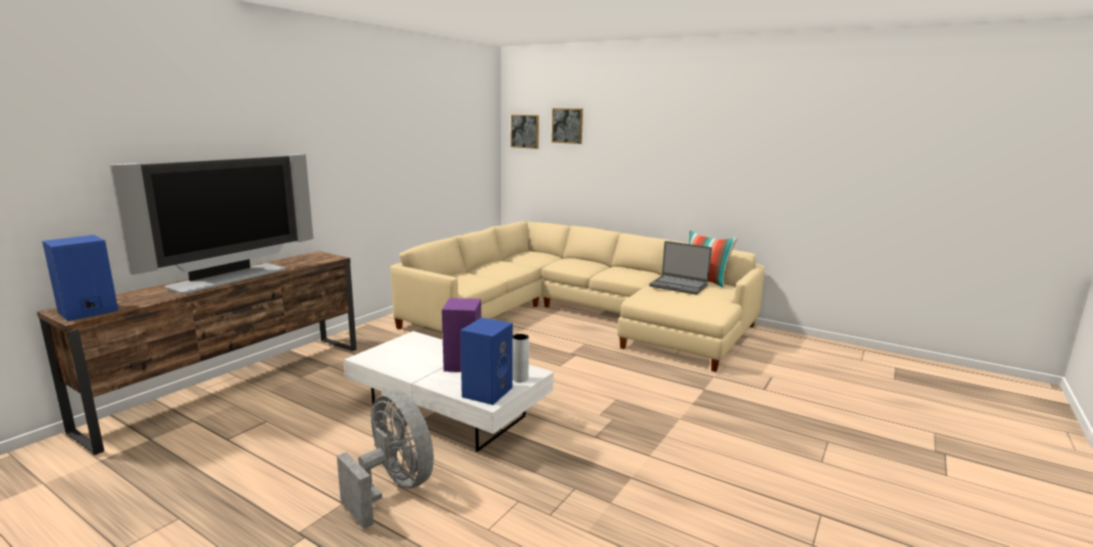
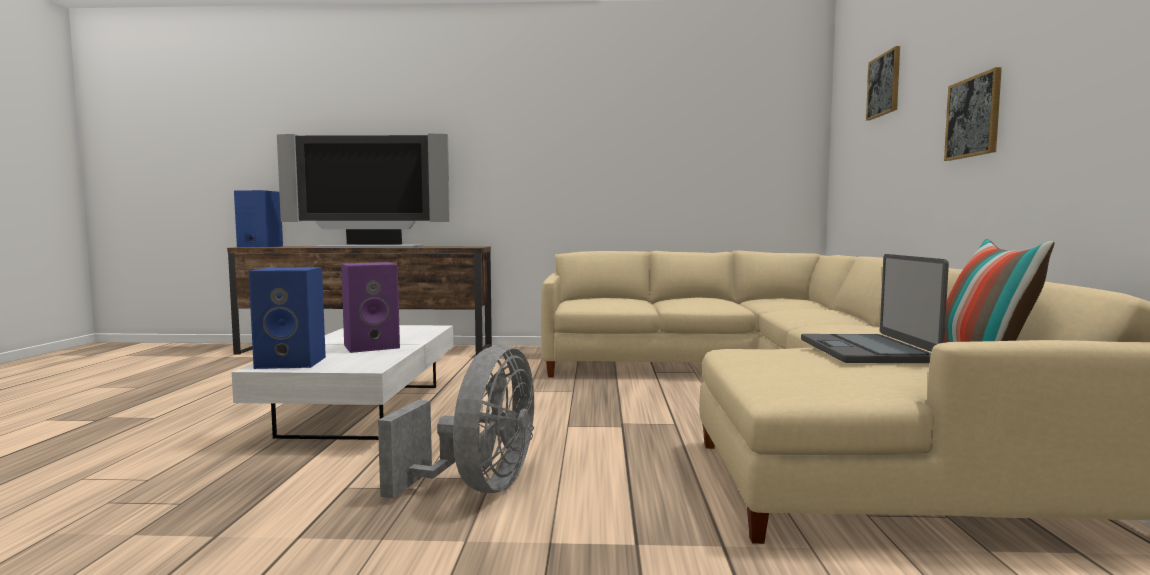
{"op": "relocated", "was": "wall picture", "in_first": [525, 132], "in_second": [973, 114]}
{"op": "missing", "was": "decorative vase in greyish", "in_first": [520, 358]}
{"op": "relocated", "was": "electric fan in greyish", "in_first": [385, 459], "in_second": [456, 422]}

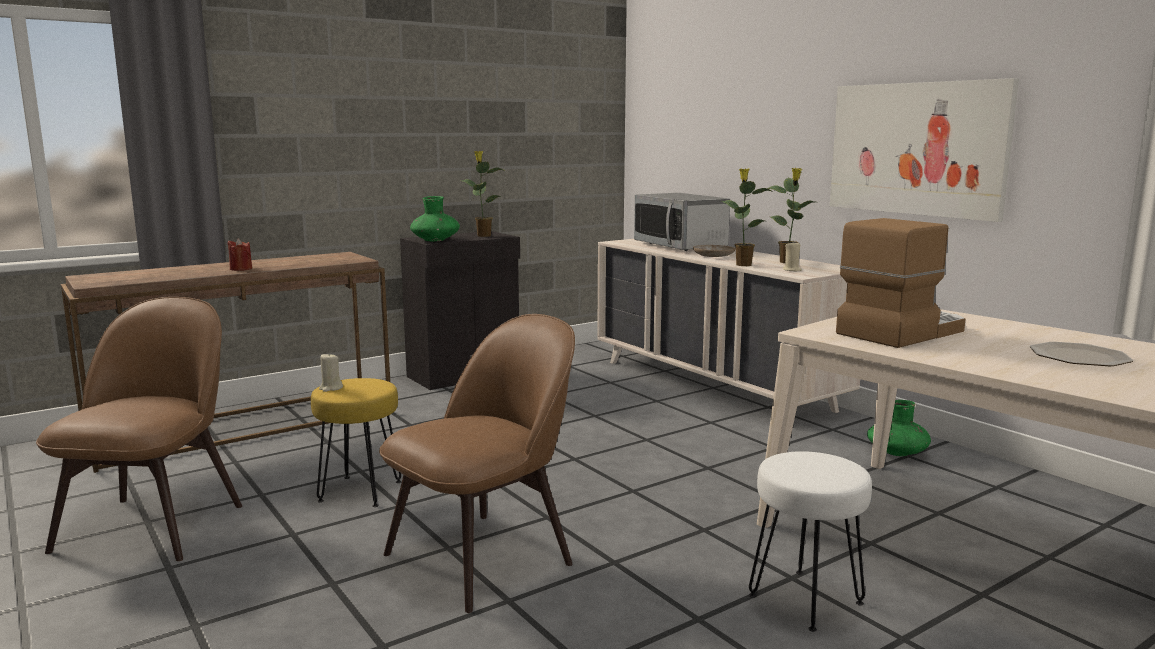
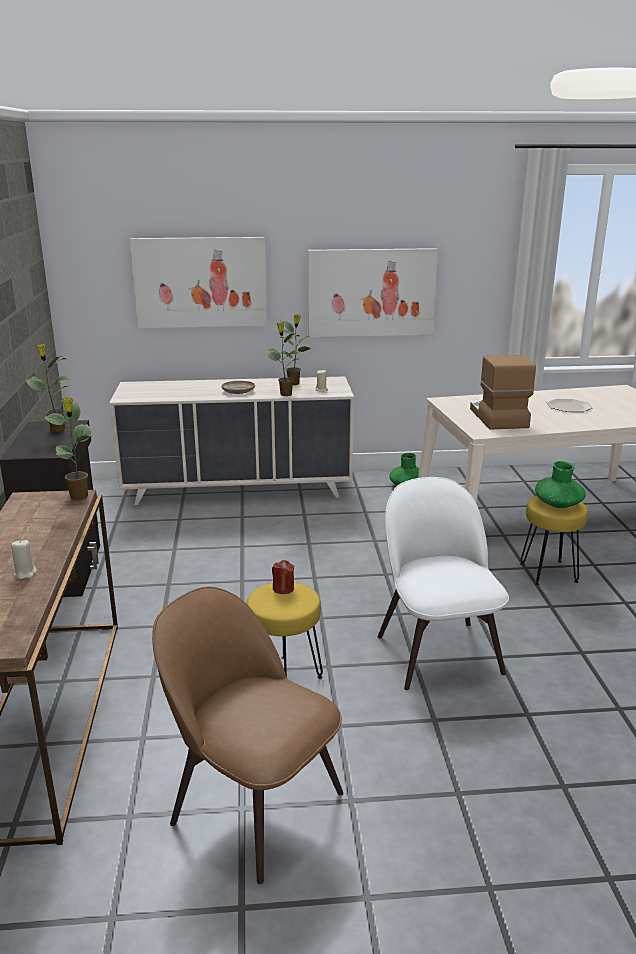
{"op": "missing", "was": "microwave oven", "in_first": [682, 222]}
{"op": "relocated", "was": "decorative vase in green-coloured", "in_first": [435, 218], "in_second": [560, 484]}
{"op": "relocated", "was": "wax candle in red", "in_first": [240, 254], "in_second": [283, 577]}
{"op": "colour", "was": "chair in brown-coloured", "now": "chair in white", "in_first": [477, 463], "in_second": [443, 583]}
{"op": "relocated", "was": "wax candle in beige-coloured", "in_first": [331, 373], "in_second": [24, 559]}
{"op": "colour", "was": "sitting stool in white", "now": "sitting stool in yellow-coloured", "in_first": [810, 541], "in_second": [554, 540]}
{"op": "appeared", "now": "wall picture", "in_second": [198, 282]}
{"op": "appeared", "now": "plant in a pot", "in_second": [68, 448]}

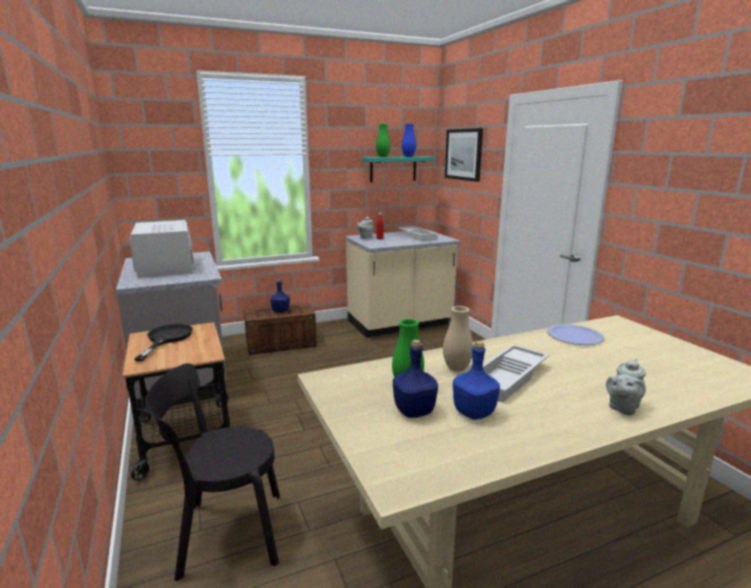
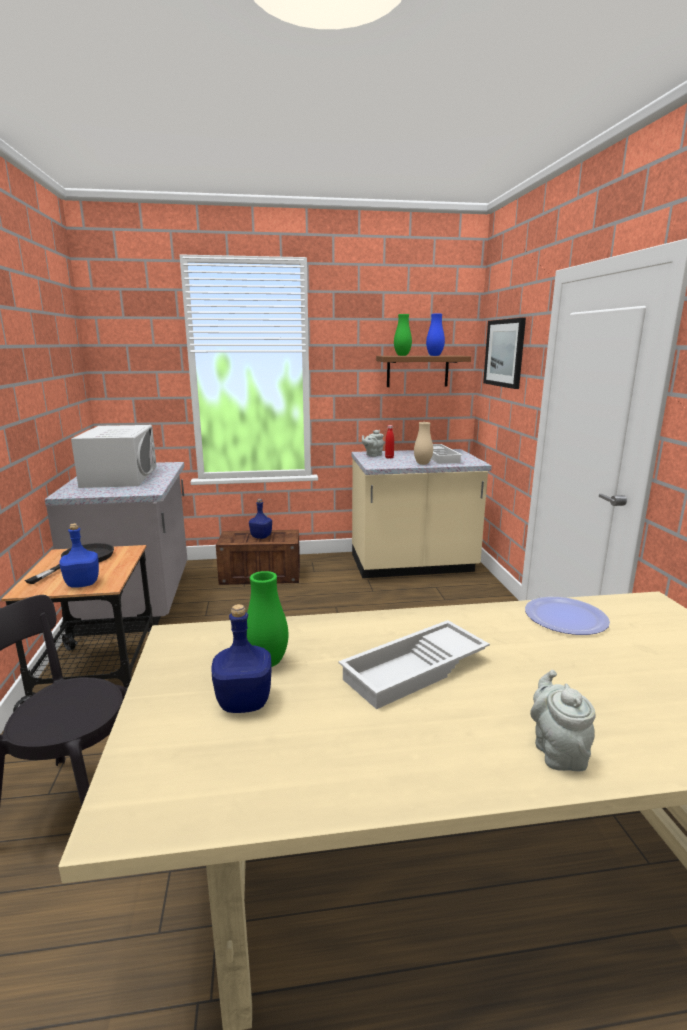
{"op": "colour", "was": "wall shelf in turquoise", "now": "wall shelf in brown-coloured", "in_first": [399, 169], "in_second": [423, 371]}
{"op": "relocated", "was": "decorative vase in beige-coloured", "in_first": [458, 339], "in_second": [423, 443]}
{"op": "relocated", "was": "drink bottle in blue", "in_first": [476, 380], "in_second": [79, 555]}
{"op": "spun", "was": "tea pot in greyish", "in_first": [626, 386], "in_second": [563, 721], "clockwise": 120}

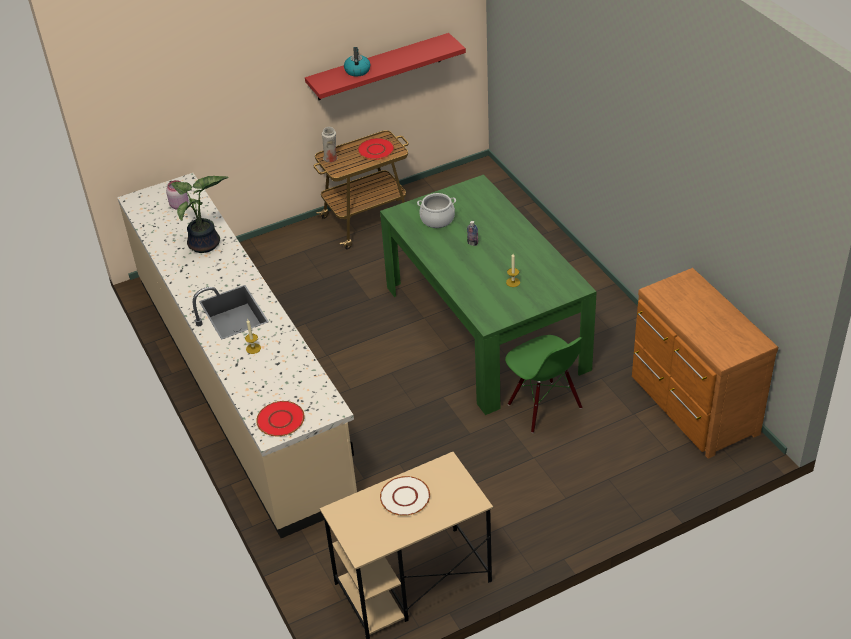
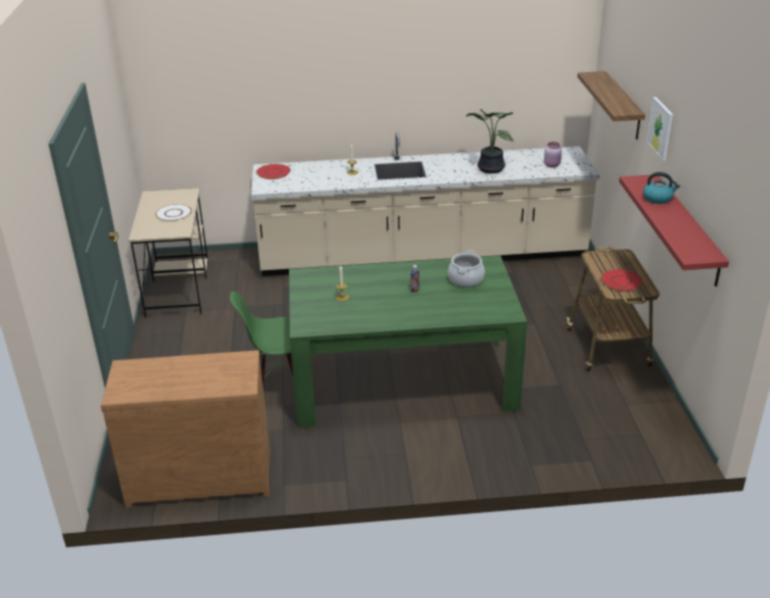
{"op": "missing", "was": "decorative vase in white", "in_first": [330, 144]}
{"op": "appeared", "now": "wall shelf", "in_second": [611, 105]}
{"op": "appeared", "now": "wall picture", "in_second": [659, 129]}

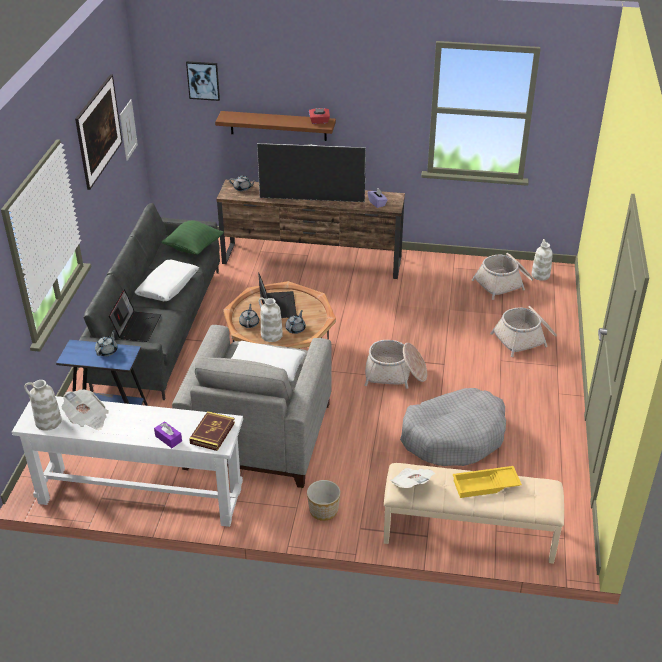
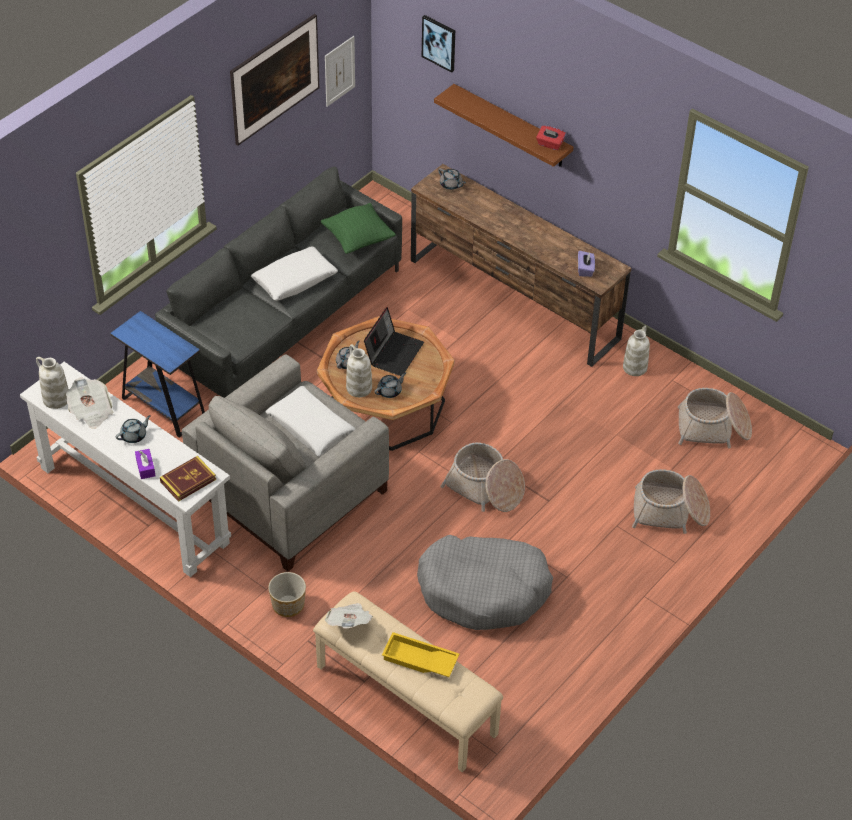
{"op": "missing", "was": "TV set", "in_first": [311, 172]}
{"op": "relocated", "was": "decorative vase in white", "in_first": [542, 260], "in_second": [636, 351]}
{"op": "missing", "was": "portable computer", "in_first": [135, 315]}
{"op": "relocated", "was": "tea pot in greyish", "in_first": [106, 343], "in_second": [133, 429]}

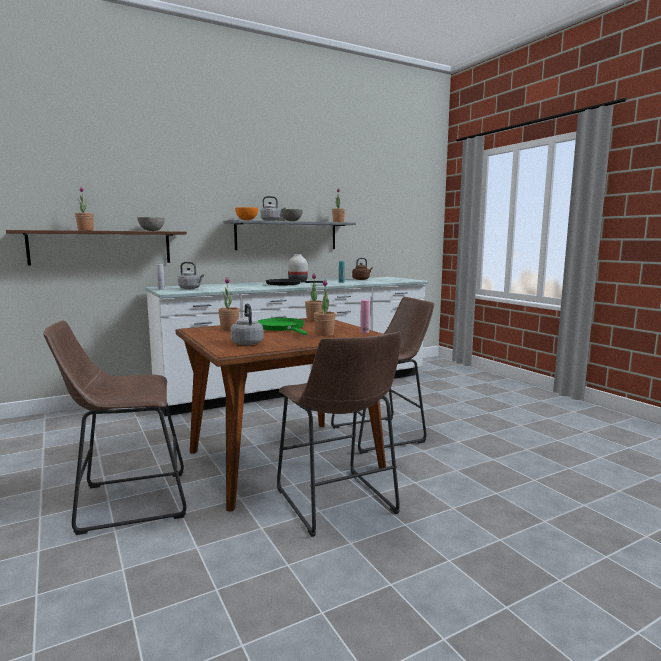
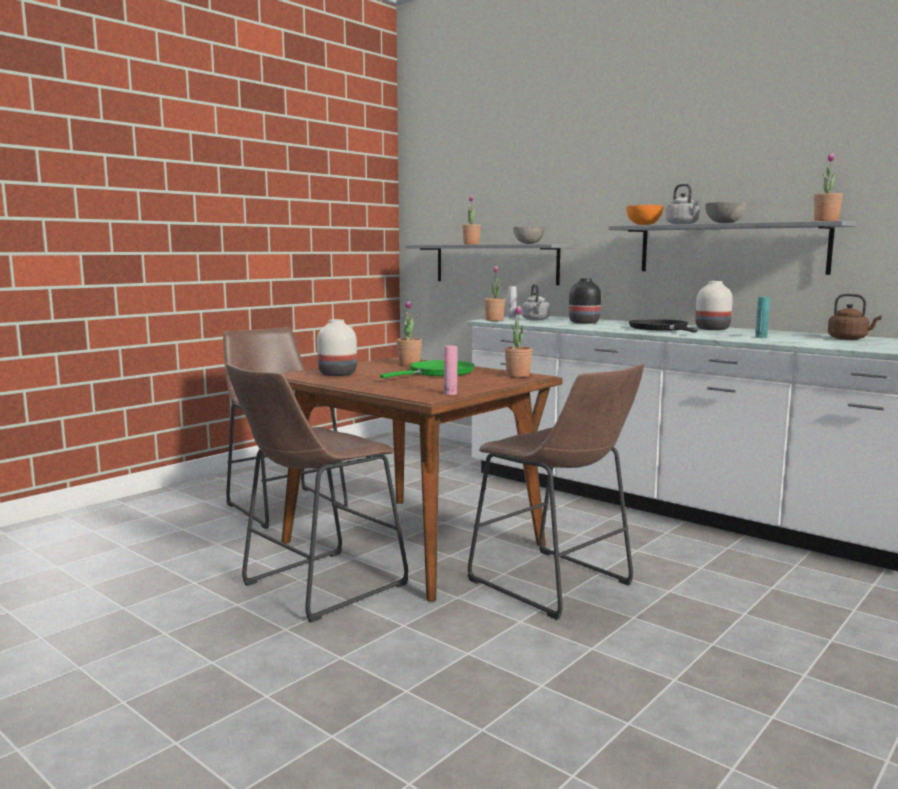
{"op": "colour", "was": "wall shelf in brown-coloured", "now": "wall shelf in greyish", "in_first": [96, 248], "in_second": [489, 264]}
{"op": "relocated", "was": "plant in a pot", "in_first": [325, 308], "in_second": [494, 293]}
{"op": "exchanged", "was": "tea kettle in greyish", "now": "decorative vase in white", "in_first": [247, 324], "in_second": [337, 347]}
{"op": "appeared", "now": "decorative vase in blackish", "in_second": [585, 301]}

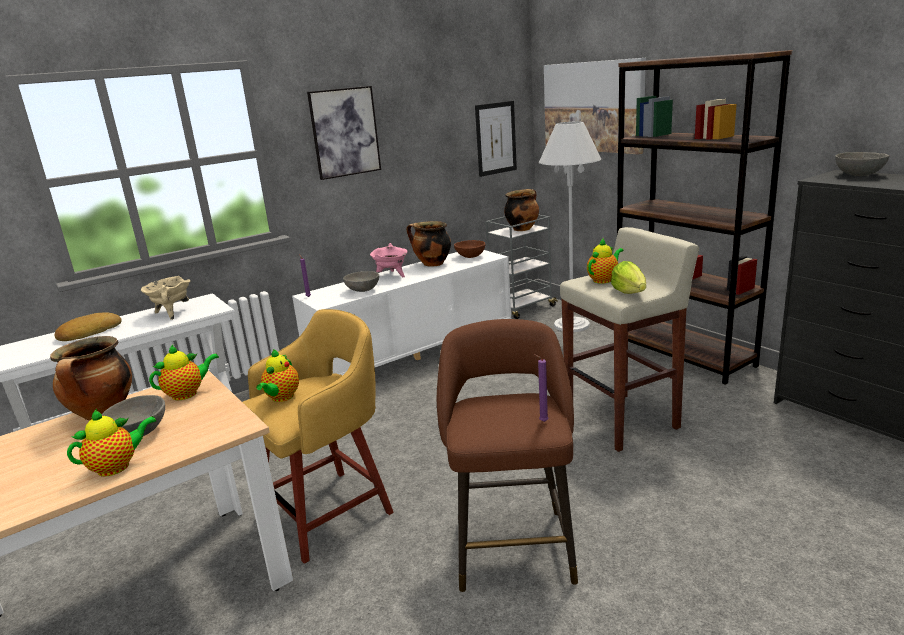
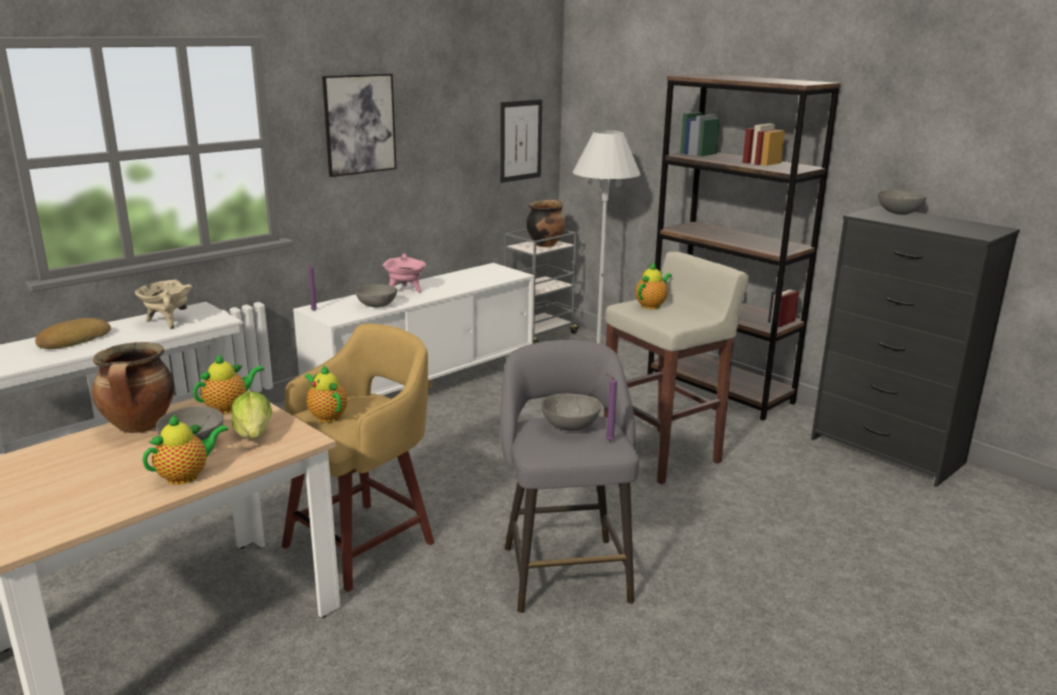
{"op": "missing", "was": "wall picture", "in_first": [595, 106]}
{"op": "missing", "was": "saucepot", "in_first": [428, 244]}
{"op": "missing", "was": "serving bowl in brown-coloured", "in_first": [469, 249]}
{"op": "relocated", "was": "lettuce", "in_first": [628, 277], "in_second": [251, 415]}
{"op": "colour", "was": "sitting stool in brown-coloured", "now": "sitting stool in greyish", "in_first": [507, 456], "in_second": [569, 477]}
{"op": "spun", "was": "tea pot", "in_first": [277, 375], "in_second": [326, 393], "clockwise": 135}
{"op": "appeared", "now": "serving bowl in greyish", "in_second": [571, 412]}

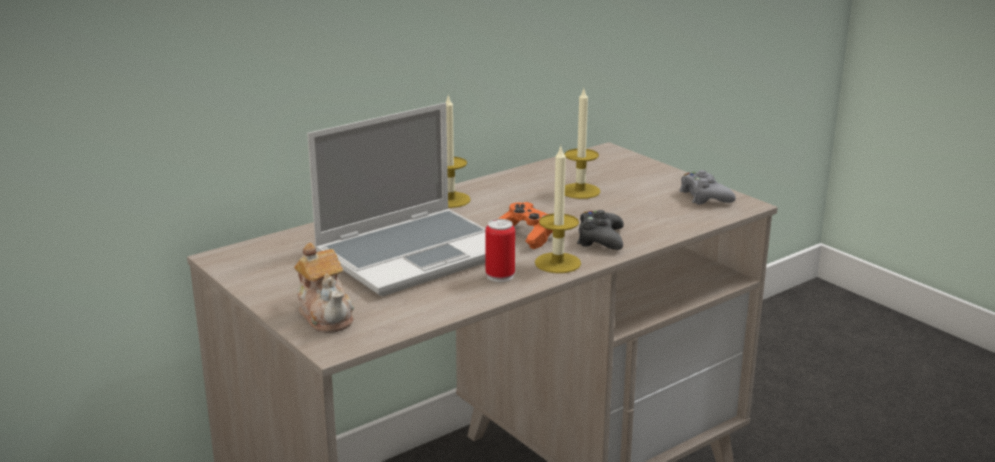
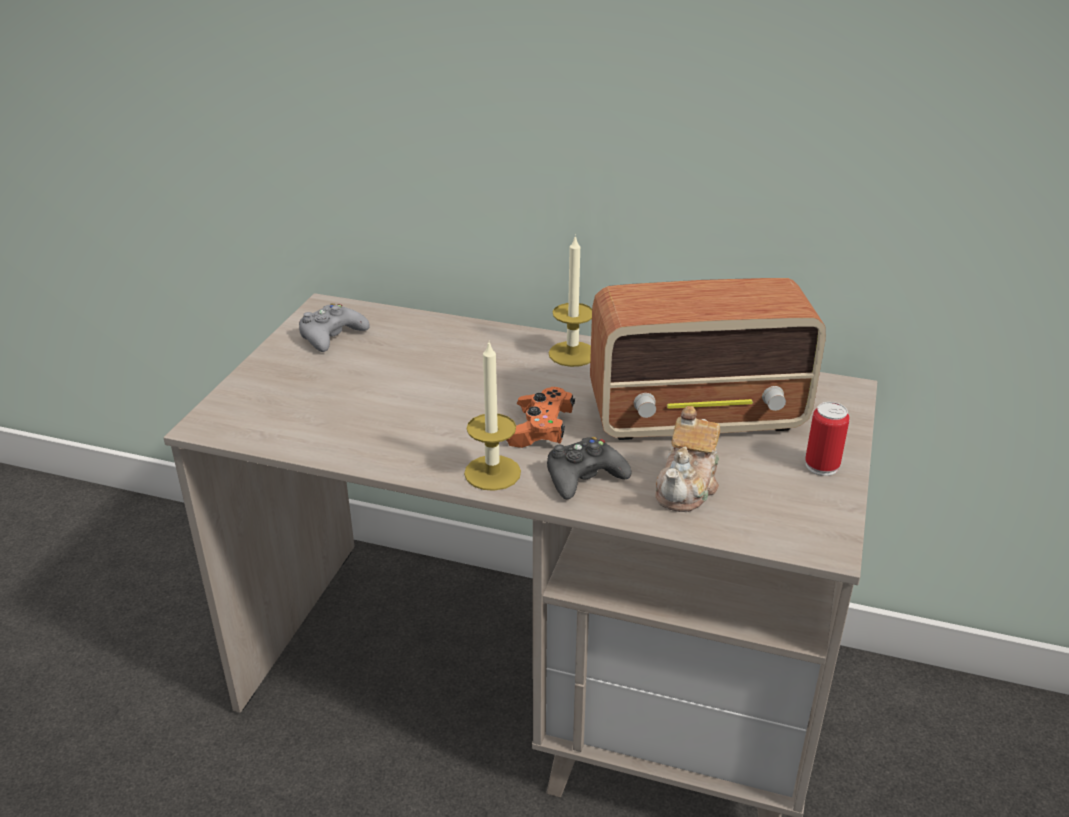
{"op": "exchanged", "was": "wax candle", "now": "radio set", "in_first": [582, 144], "in_second": [708, 359]}
{"op": "missing", "was": "portable computer", "in_first": [396, 199]}
{"op": "relocated", "was": "joypad in greyish", "in_first": [707, 187], "in_second": [334, 327]}
{"op": "relocated", "was": "metal can", "in_first": [500, 250], "in_second": [827, 439]}
{"op": "relocated", "was": "tea pot", "in_first": [324, 288], "in_second": [687, 459]}

